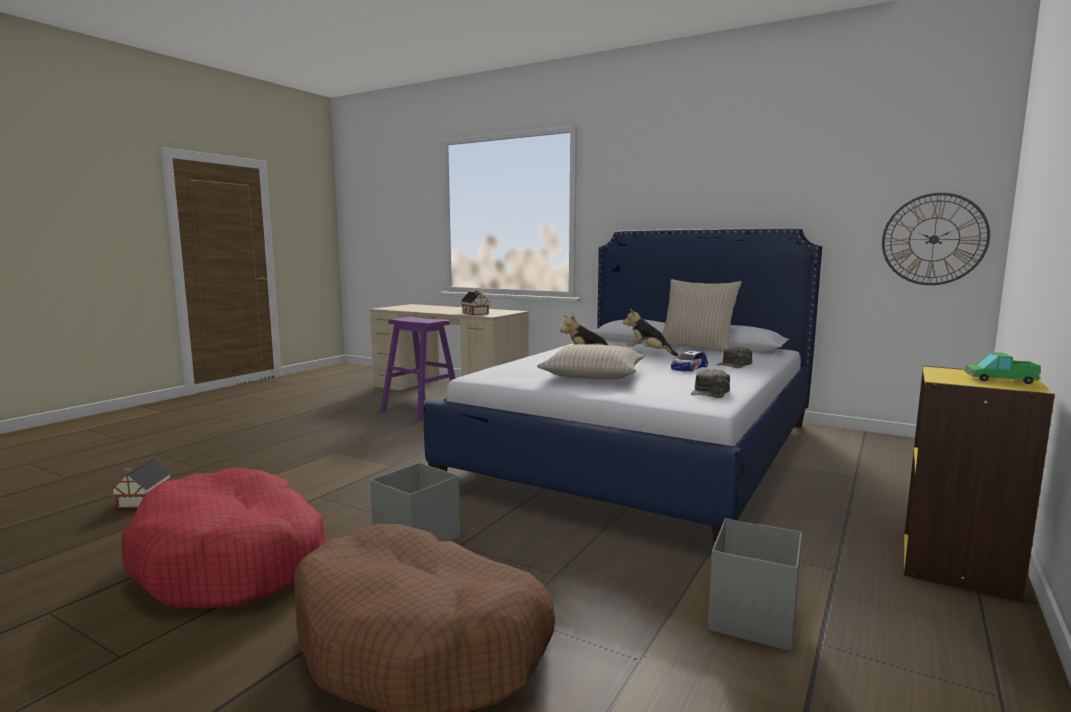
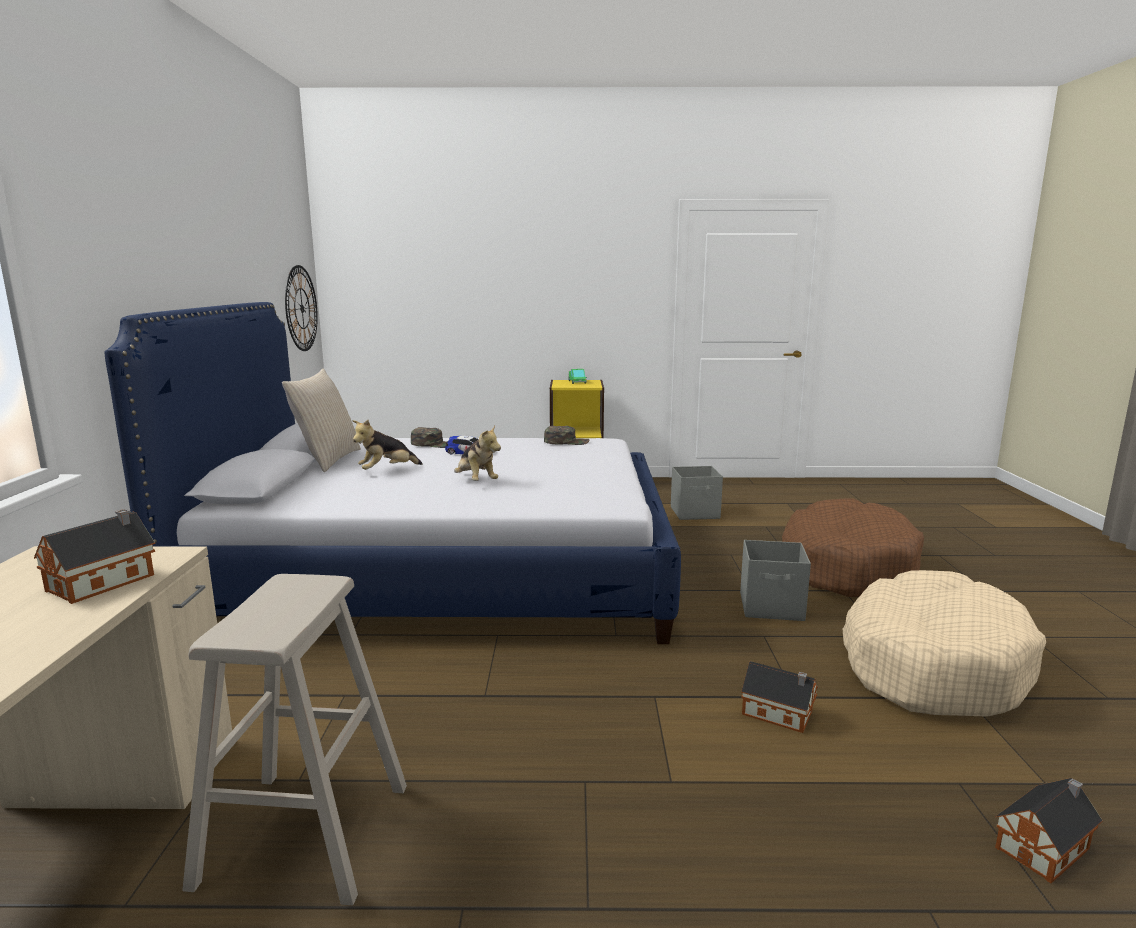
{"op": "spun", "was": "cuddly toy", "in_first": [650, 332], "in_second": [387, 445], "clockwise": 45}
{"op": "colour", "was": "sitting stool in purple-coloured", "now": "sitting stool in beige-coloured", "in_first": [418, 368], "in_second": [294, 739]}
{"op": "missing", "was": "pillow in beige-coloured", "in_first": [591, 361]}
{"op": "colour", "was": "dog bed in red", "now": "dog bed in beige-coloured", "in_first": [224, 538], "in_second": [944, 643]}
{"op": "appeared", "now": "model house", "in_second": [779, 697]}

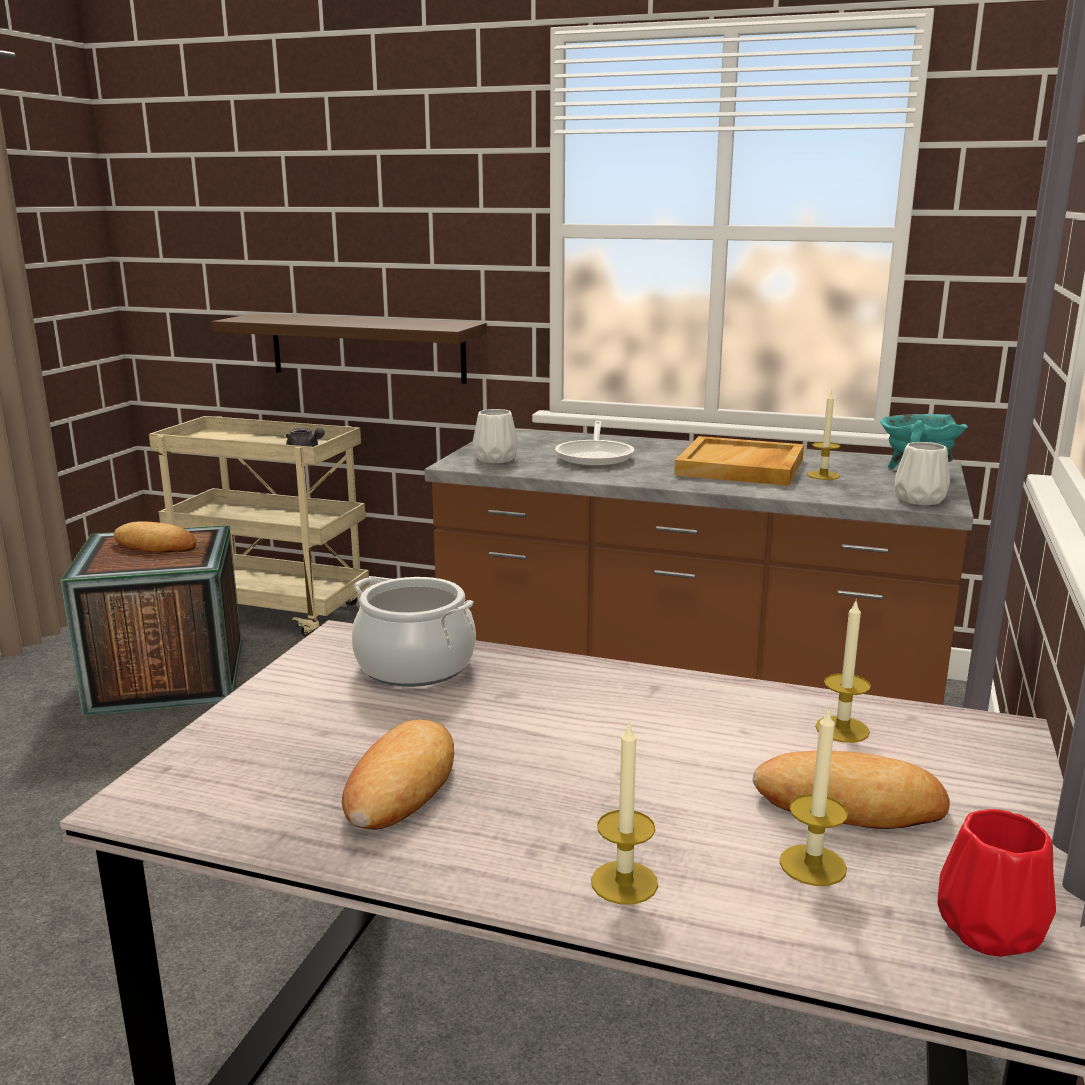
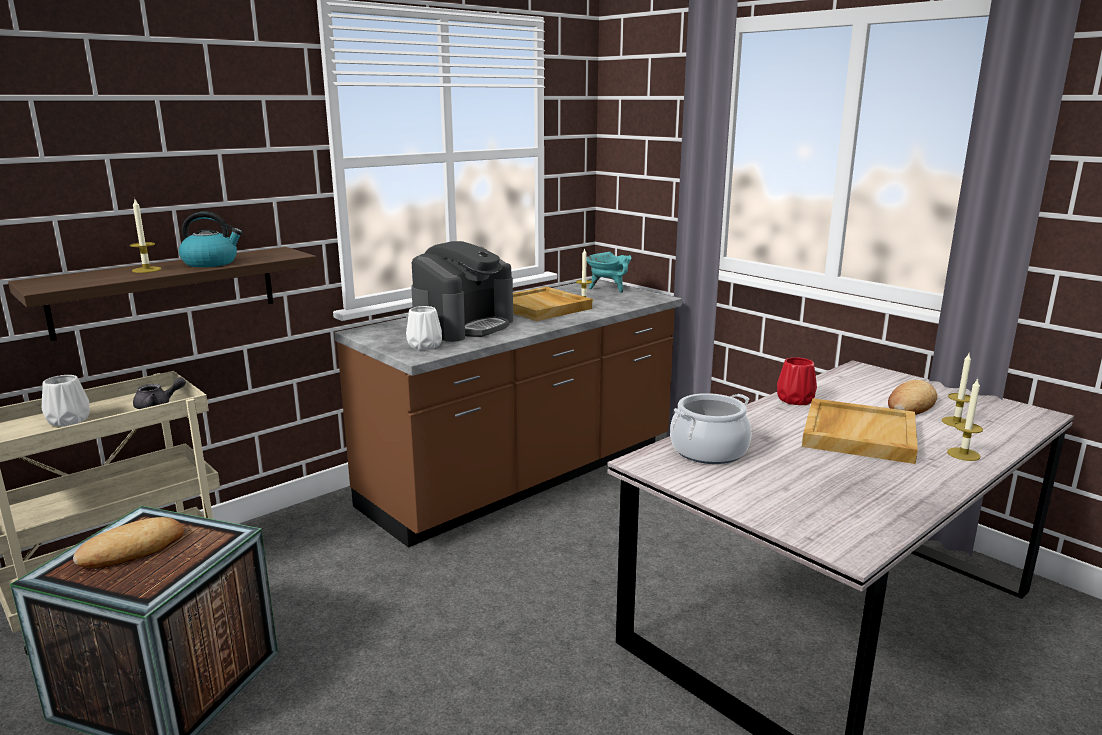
{"op": "exchanged", "was": "frying pan", "now": "coffee machine", "in_first": [594, 444], "in_second": [462, 291]}
{"op": "relocated", "was": "decorative vase in white", "in_first": [922, 474], "in_second": [66, 400]}
{"op": "relocated", "was": "wax candle", "in_first": [843, 672], "in_second": [145, 236]}
{"op": "missing", "was": "baked bread", "in_first": [398, 775]}
{"op": "relocated", "was": "decorative vase in red", "in_first": [996, 883], "in_second": [797, 381]}
{"op": "appeared", "now": "tea kettle", "in_second": [211, 239]}
{"op": "appeared", "now": "serving tray in beige-coloured", "in_second": [860, 431]}

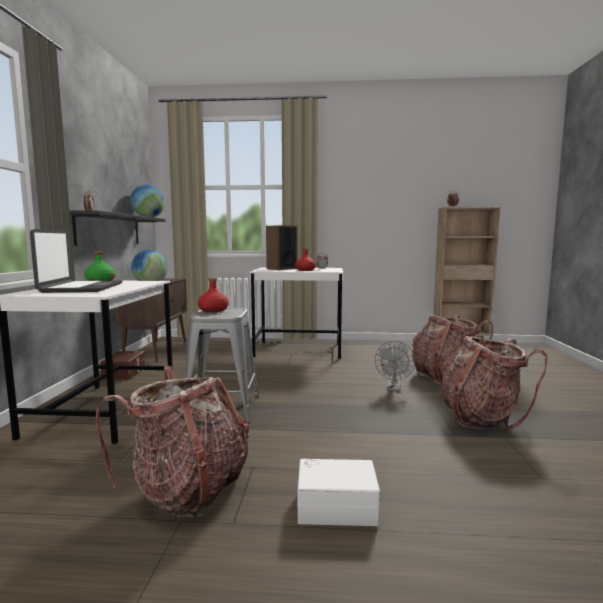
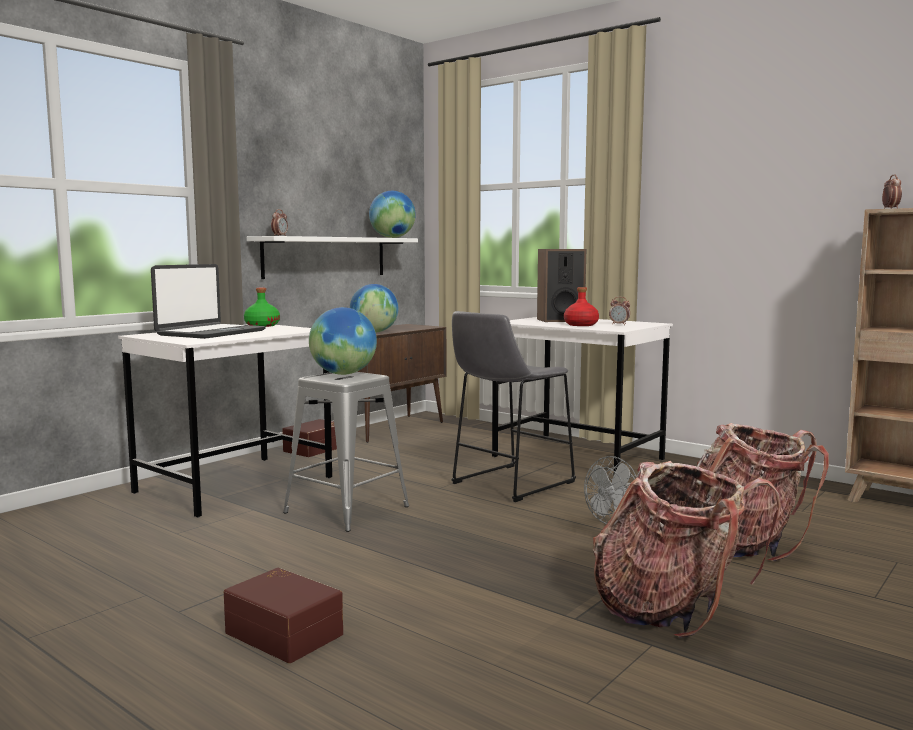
{"op": "colour", "was": "wall shelf in blackish", "now": "wall shelf in white", "in_first": [117, 228], "in_second": [332, 257]}
{"op": "exchanged", "was": "drink bottle in red", "now": "world globe", "in_first": [213, 295], "in_second": [343, 341]}
{"op": "missing", "was": "backpack", "in_first": [172, 442]}
{"op": "colour", "was": "storage box in white", "now": "storage box in brown-coloured", "in_first": [339, 492], "in_second": [283, 615]}
{"op": "appeared", "now": "sitting stool in greyish", "in_second": [513, 406]}

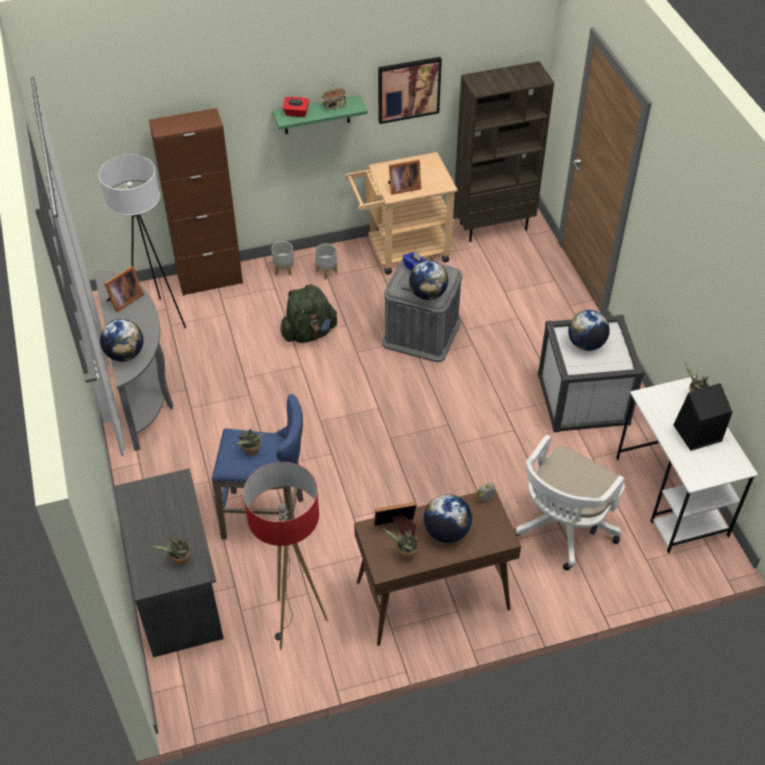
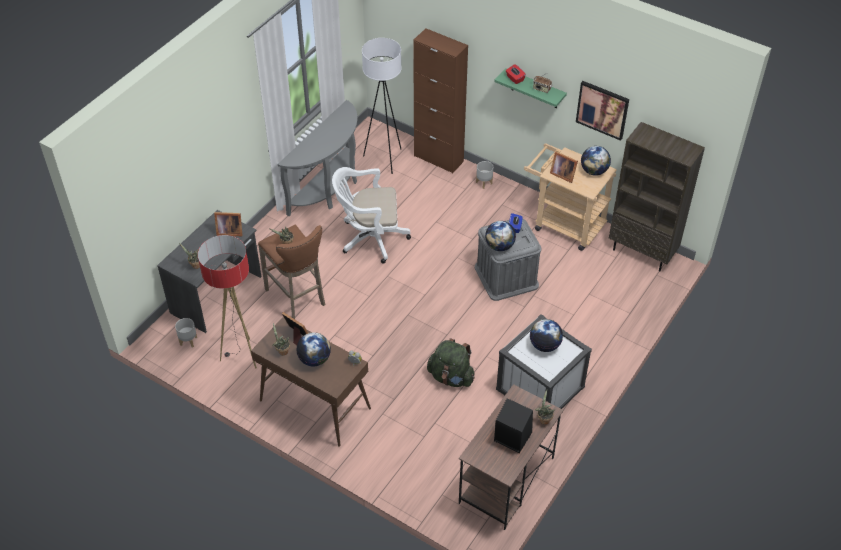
{"op": "relocated", "was": "flower pot in greyish", "in_first": [326, 262], "in_second": [186, 332]}
{"op": "relocated", "was": "photo frame", "in_first": [124, 289], "in_second": [228, 224]}
{"op": "relocated", "was": "backpack in green-coloured", "in_first": [308, 313], "in_second": [451, 362]}
{"op": "relocated", "was": "world globe", "in_first": [121, 340], "in_second": [596, 161]}
{"op": "colour", "was": "desk table in white", "now": "desk table in brown-coloured", "in_first": [687, 465], "in_second": [510, 457]}
{"op": "colour", "was": "sitting stool in blue", "now": "sitting stool in brown-coloured", "in_first": [258, 467], "in_second": [291, 272]}
{"op": "relocated", "was": "office chair in white", "in_first": [569, 502], "in_second": [371, 215]}

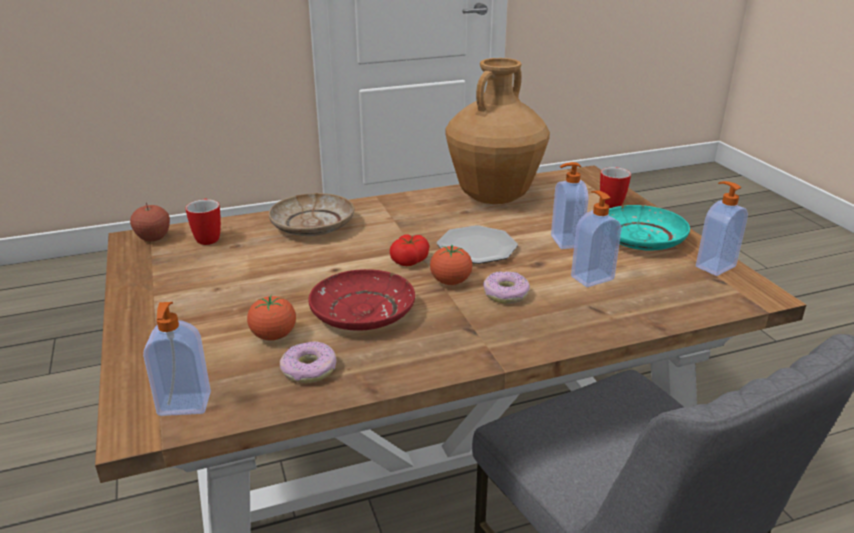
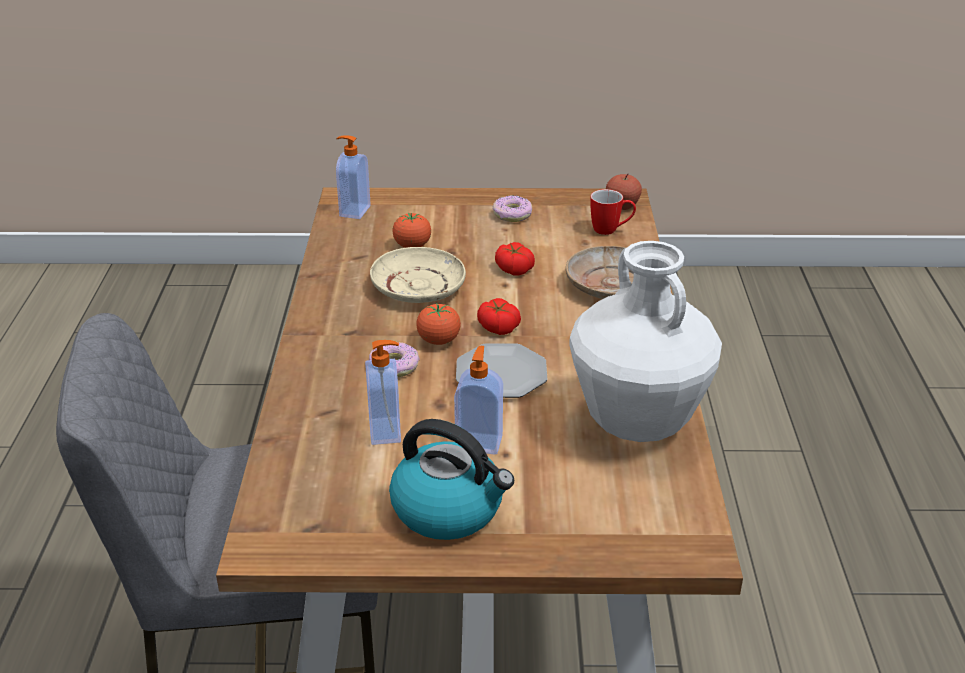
{"op": "colour", "was": "decorative vase in brown-coloured", "now": "decorative vase in white", "in_first": [497, 131], "in_second": [645, 341]}
{"op": "missing", "was": "mug", "in_first": [615, 187]}
{"op": "missing", "was": "soap dispenser", "in_first": [722, 228]}
{"op": "exchanged", "was": "plate in turquoise", "now": "tea kettle", "in_first": [649, 228], "in_second": [451, 479]}
{"op": "colour", "was": "plate in red", "now": "plate in beige-coloured", "in_first": [361, 300], "in_second": [418, 275]}
{"op": "relocated", "was": "donut", "in_first": [308, 362], "in_second": [512, 208]}
{"op": "appeared", "now": "fresh tomato", "in_second": [515, 259]}

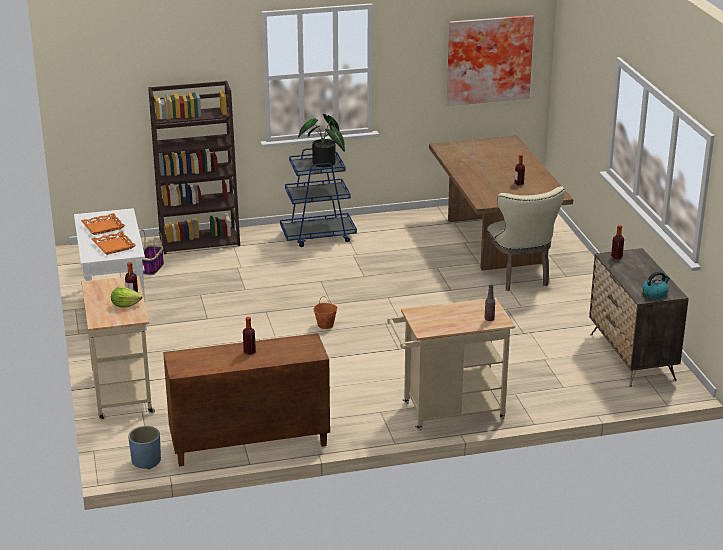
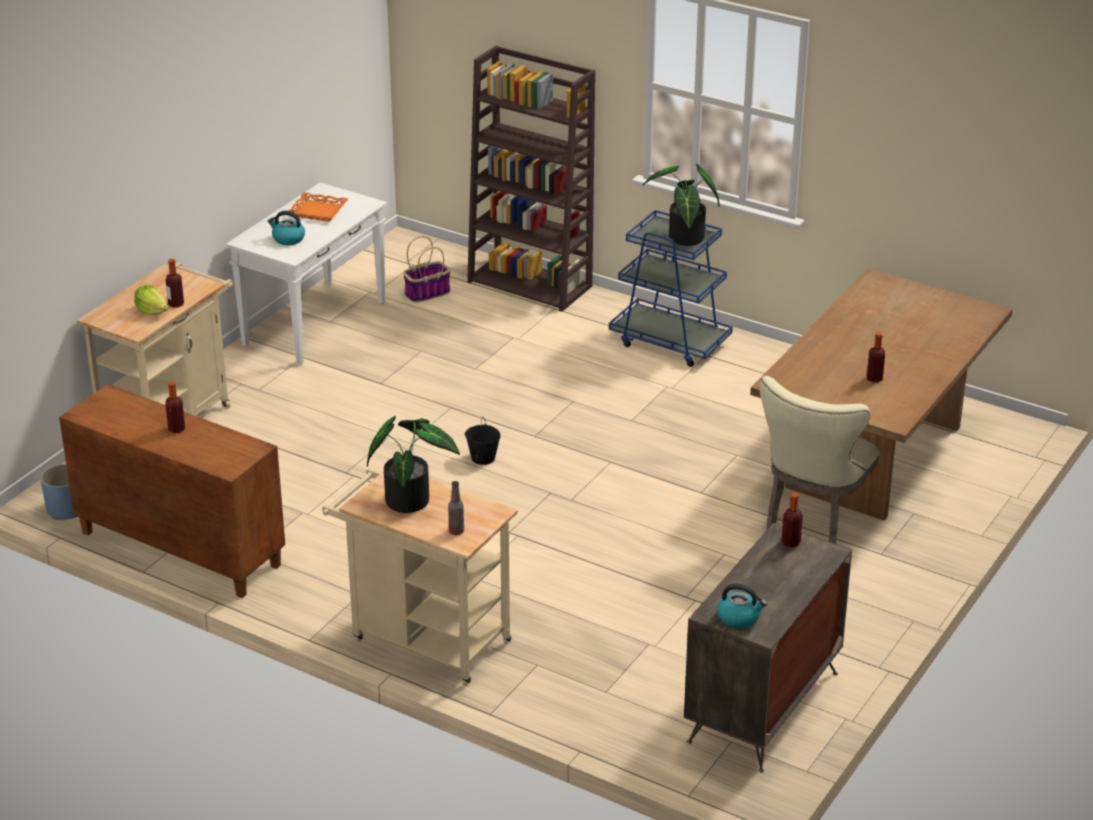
{"op": "missing", "was": "wall picture", "in_first": [490, 60]}
{"op": "exchanged", "was": "serving tray in orangey", "now": "tea kettle", "in_first": [114, 243], "in_second": [286, 228]}
{"op": "colour", "was": "pail in orangey", "now": "pail in blackish", "in_first": [325, 312], "in_second": [483, 441]}
{"op": "appeared", "now": "plant in a pot", "in_second": [413, 464]}

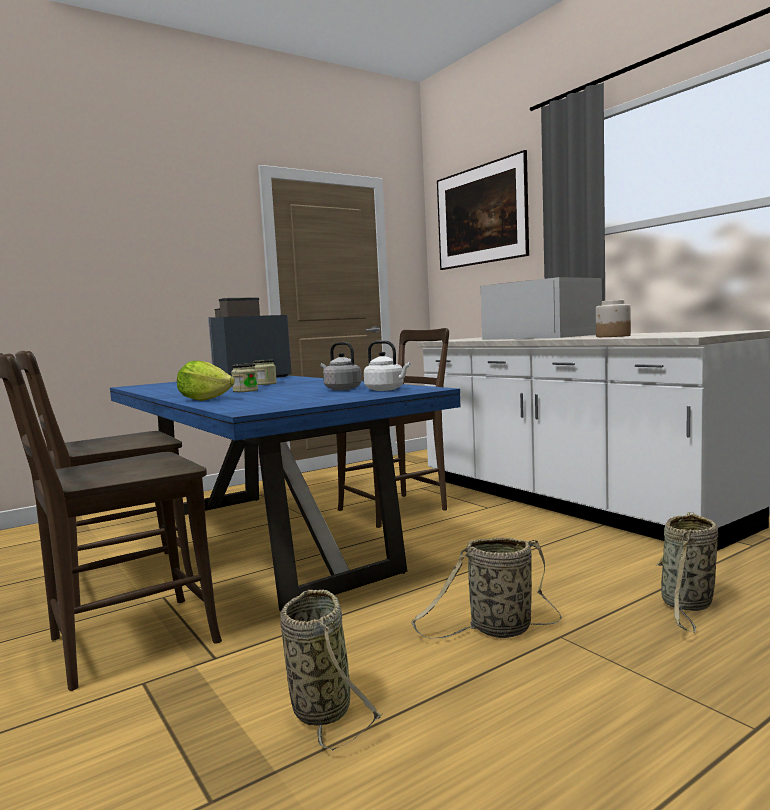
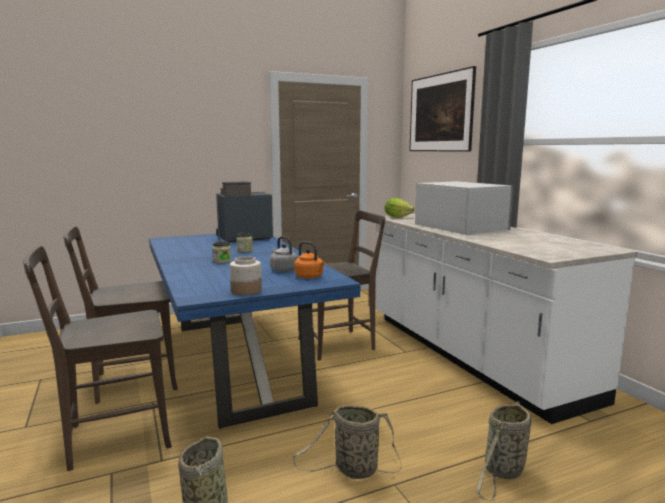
{"op": "relocated", "was": "storage jar", "in_first": [613, 318], "in_second": [246, 275]}
{"op": "colour", "was": "tea kettle in white", "now": "tea kettle in orangey", "in_first": [387, 365], "in_second": [310, 260]}
{"op": "relocated", "was": "lettuce", "in_first": [206, 381], "in_second": [400, 208]}

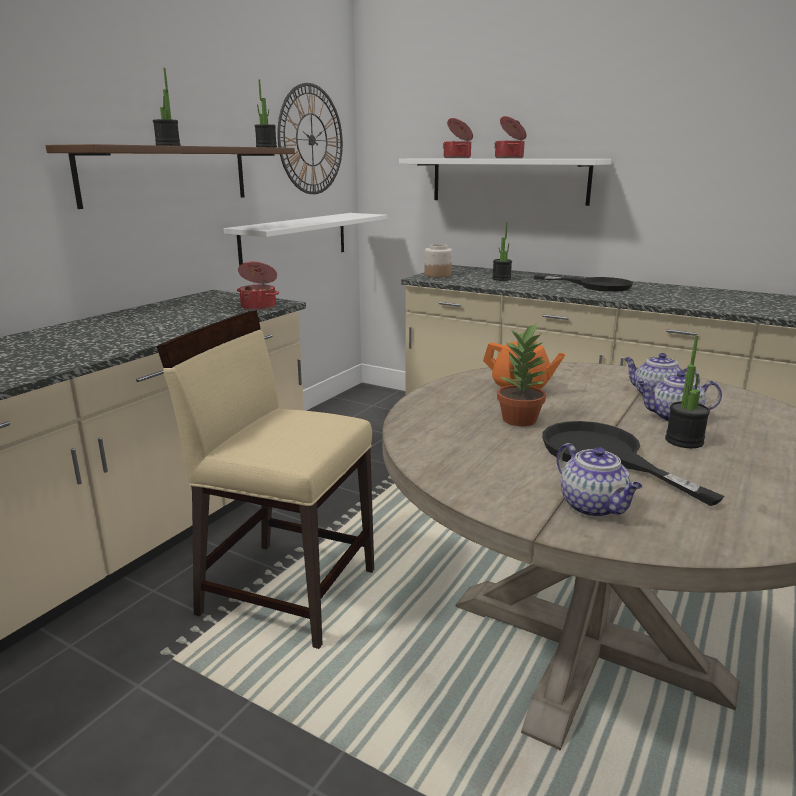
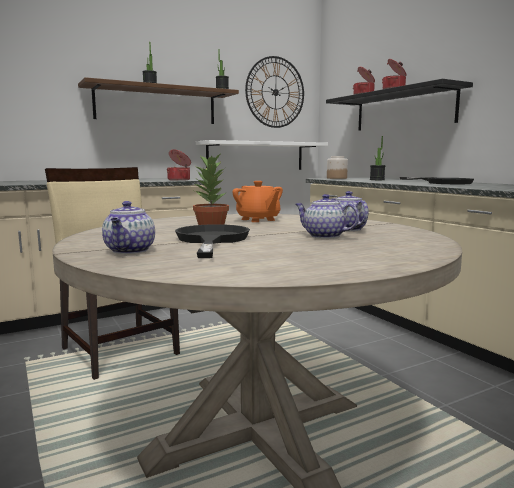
{"op": "colour", "was": "wall shelf in white", "now": "wall shelf in blackish", "in_first": [505, 182], "in_second": [399, 105]}
{"op": "missing", "was": "plant in a pot", "in_first": [687, 392]}

